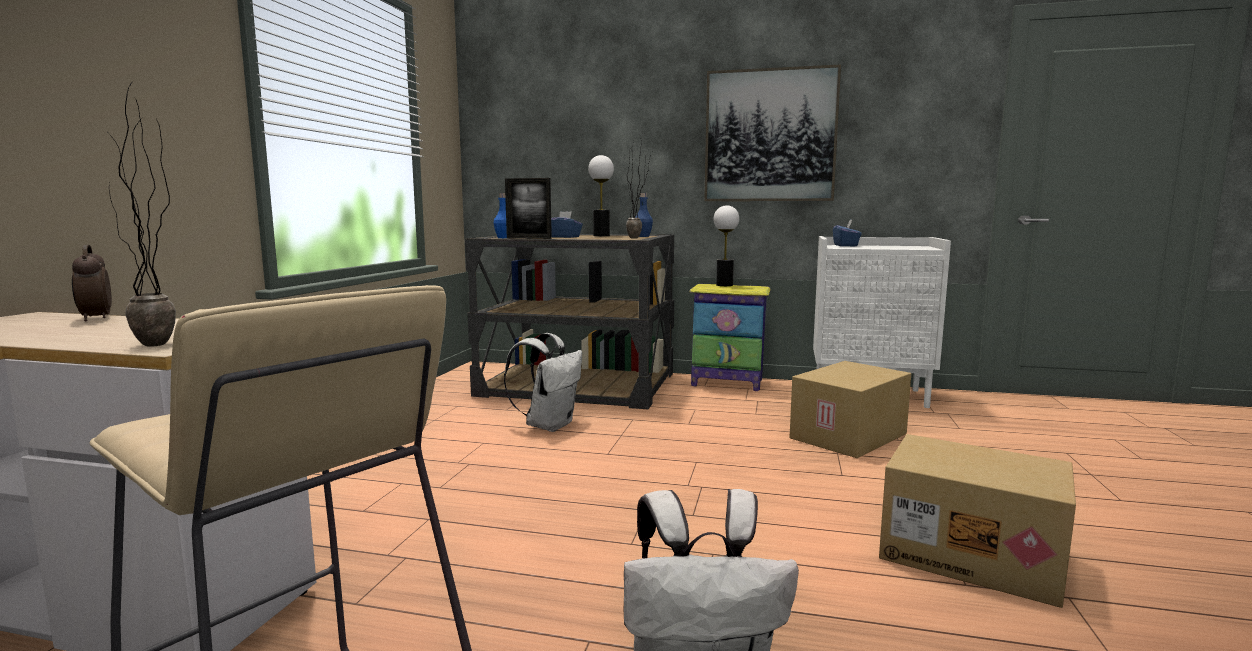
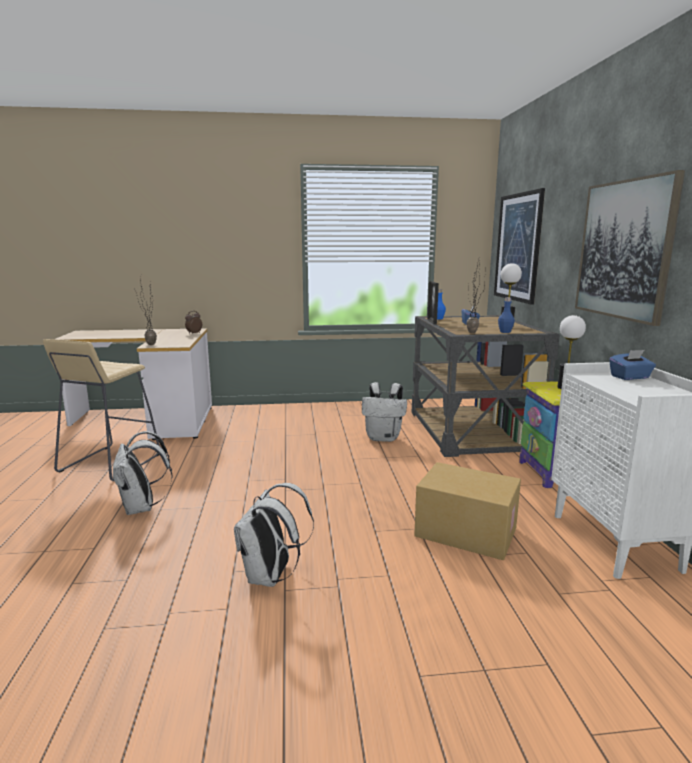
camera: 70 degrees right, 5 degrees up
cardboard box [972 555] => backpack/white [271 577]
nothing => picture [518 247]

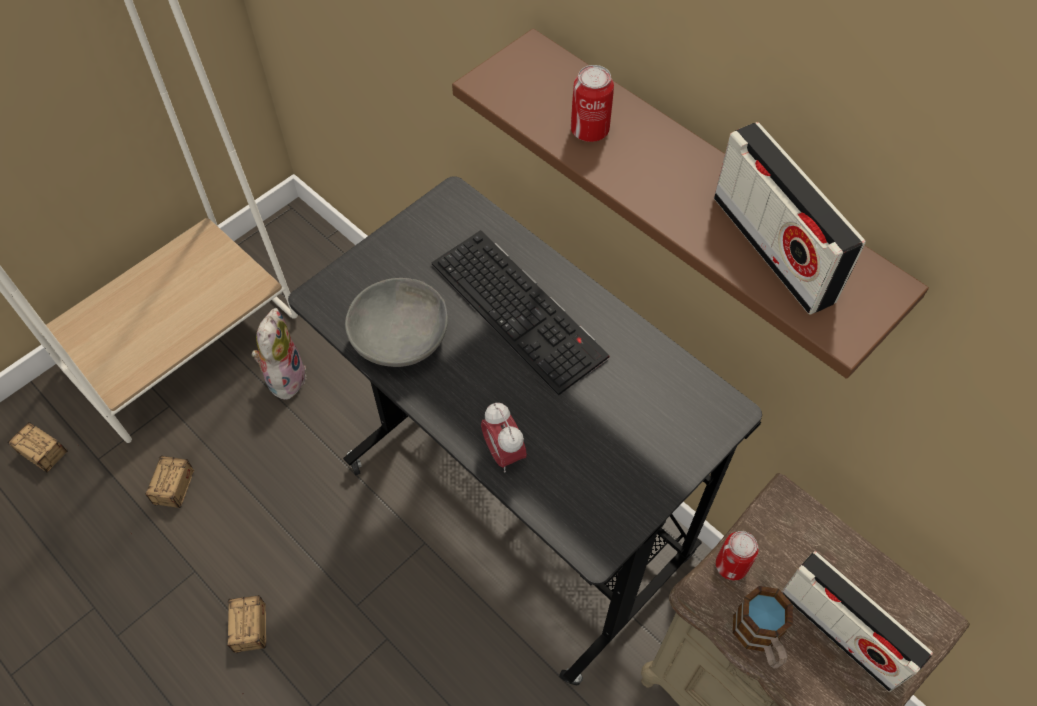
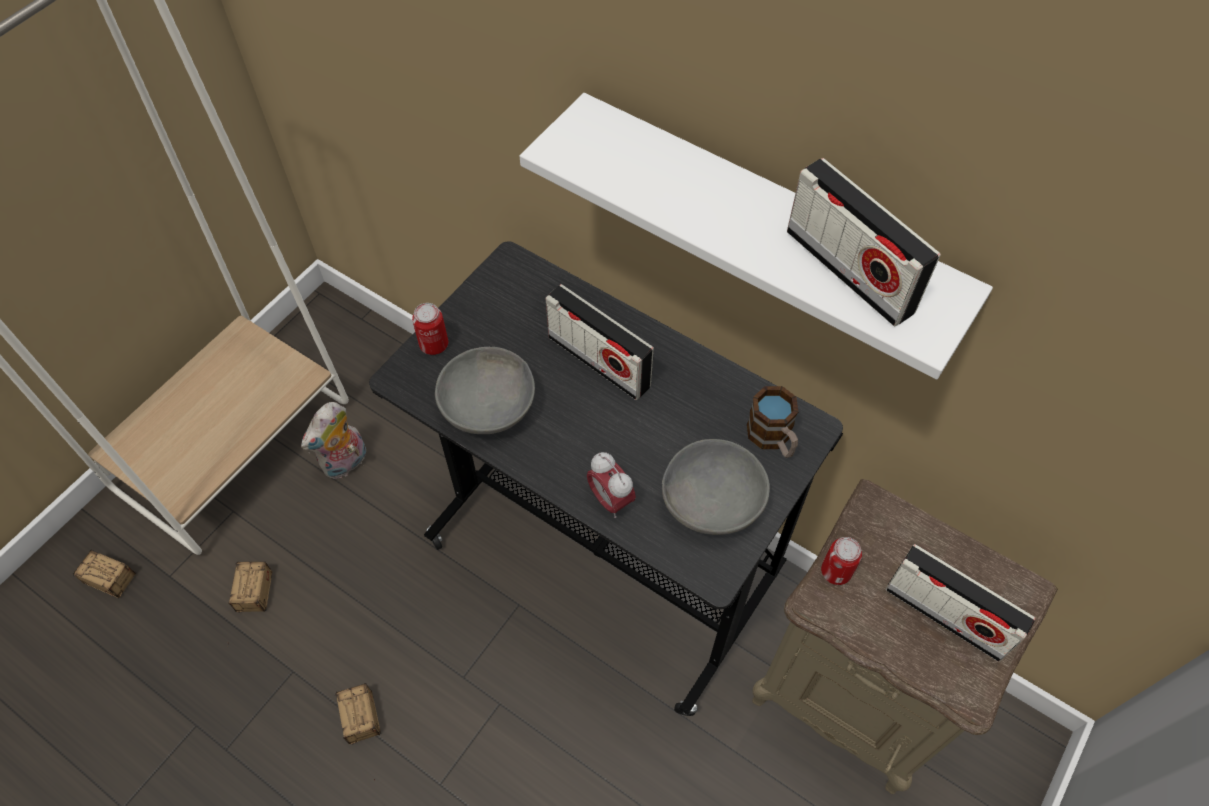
camera: 10 degrees left, 0 degrees up
shelf/brown [701 192] => shelf/white [765 227]
can [589 130] => can [434 344], moved
keyboard [521 310] => radio [599 361]
plush toy [284 376] => plush toy [346 463], 135 degrees counterclockwise
mug [760 638] => mug [773 439], moved
nothing => bowl/grey [712 500]

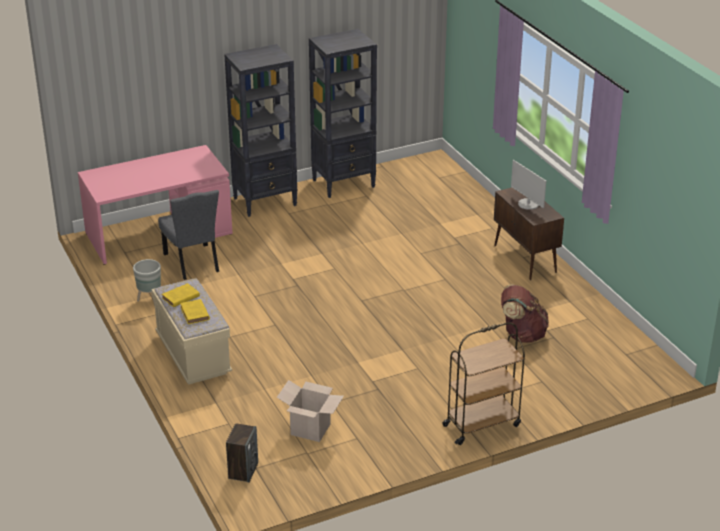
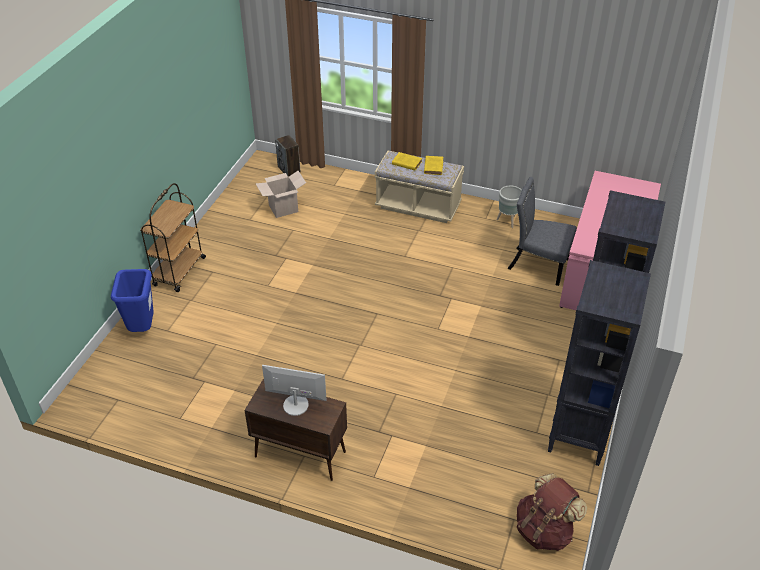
camera: 135 degrees right, 10 degrees up
backpack/brown [521 335] => backpack/brown [544 530], moved
nothing => trash can/blue [142 328]

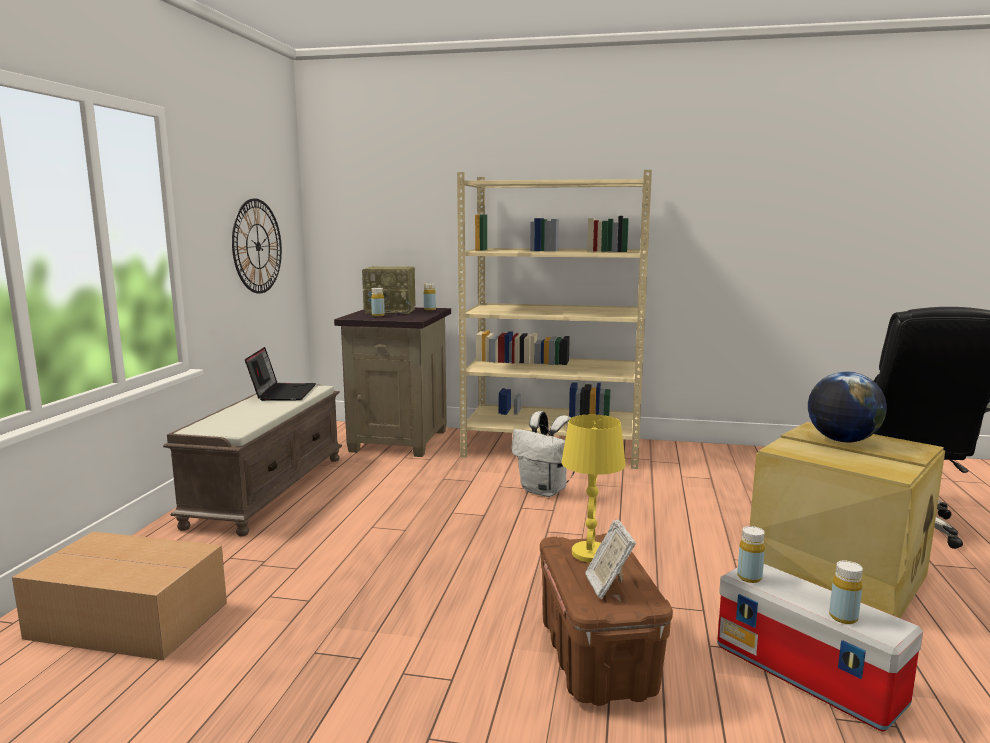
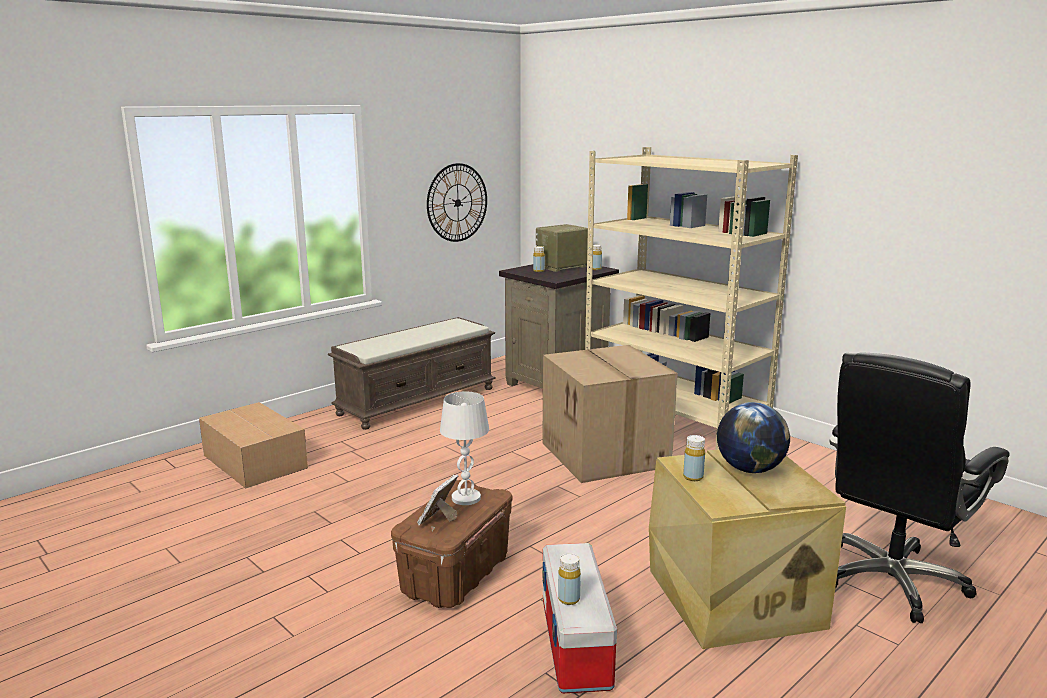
camera: 35 degrees right, 5 degrees up
radio [391 311] => radio [561 267], 105 degrees clockwise
laptop [282 393] => nothing
backpack/white [545 491] => cardboard box [607 455]
table lamp/yellow [590 553] => table lamp/white [466 498]
bottle/yellow [749 577] => bottle/yellow [693 477], moved

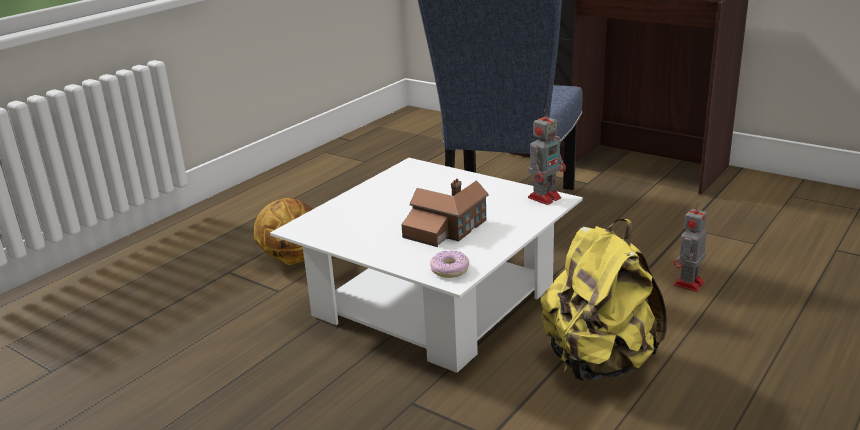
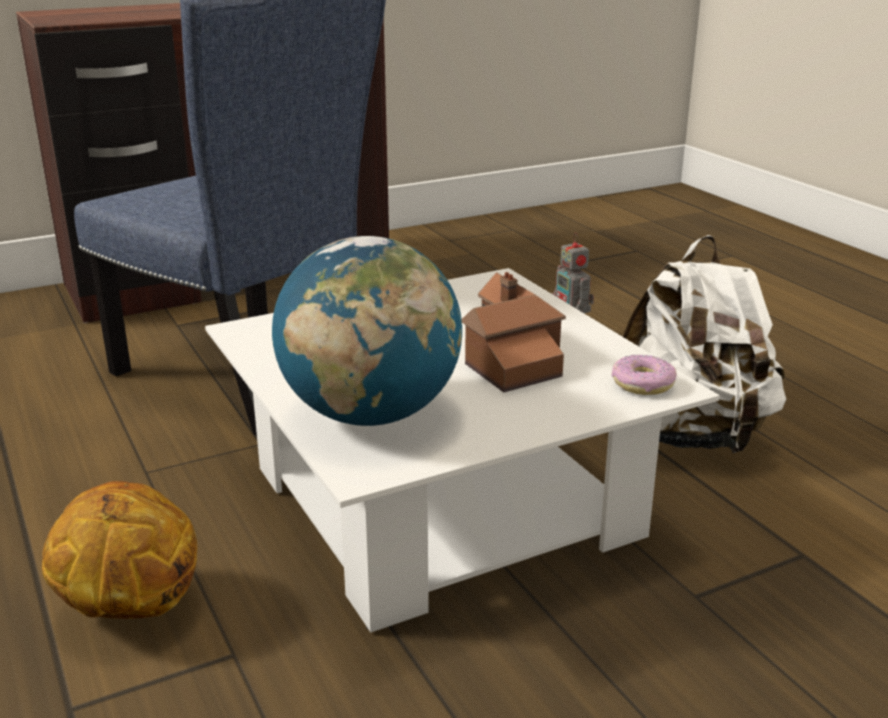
camera: 65 degrees left, 0 degrees up
toy robot [545 197] => nothing
backpack/yellow [599 362] => backpack/white [687 437]
nothing => globe [371 414]

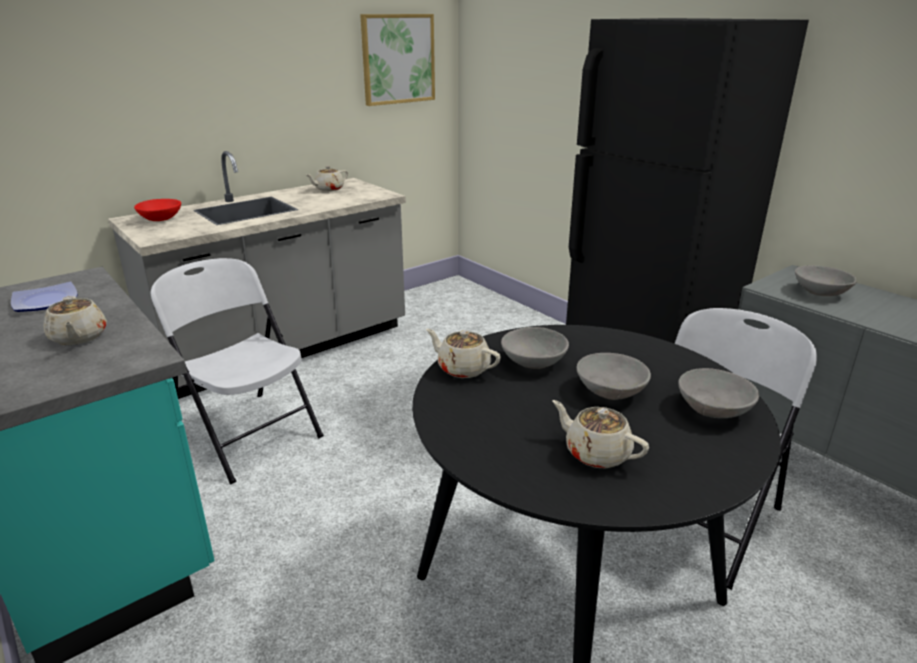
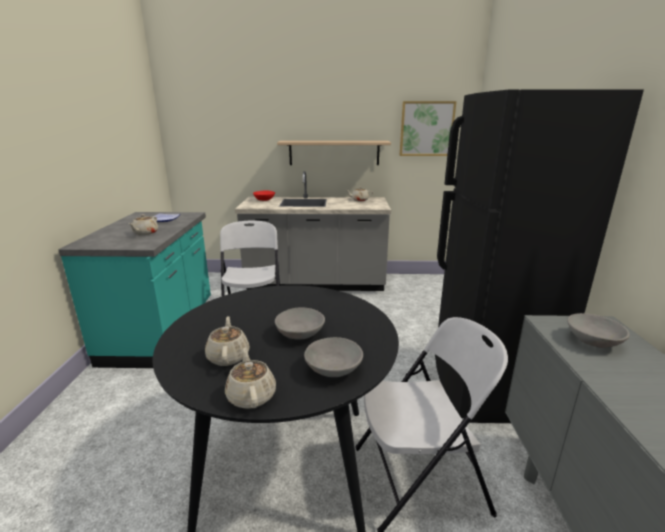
camera: 40 degrees right, 5 degrees down
bowl/grey [534 362] => nothing
teapot/beige [463 368] => teapot/beige [251 395], moved
nothing => shelf [334 153]

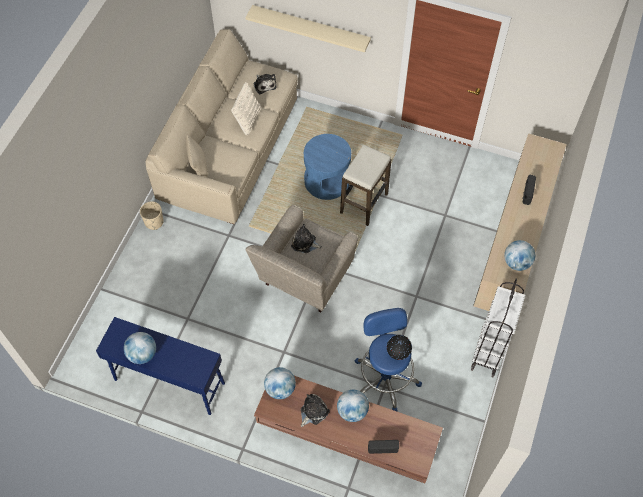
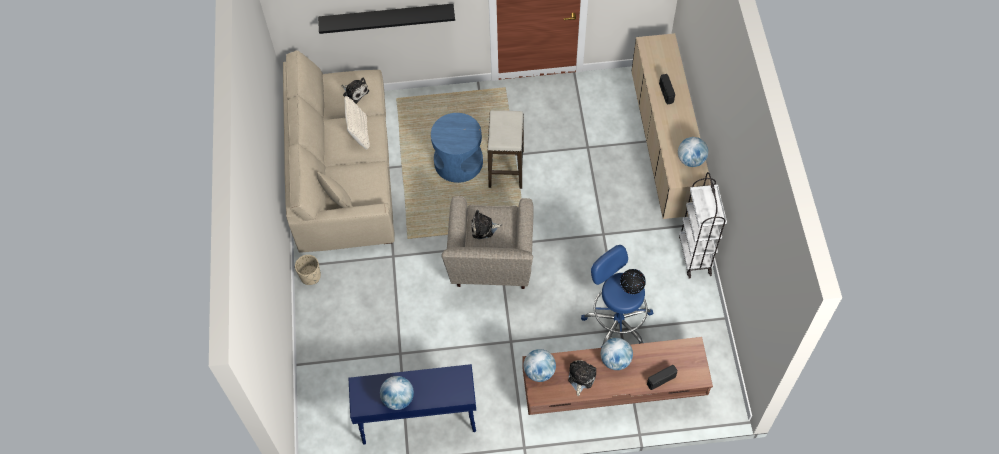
camera: 25 degrees left, 0 degrees up
shelf/beige [311 28] => shelf/black [387 17]

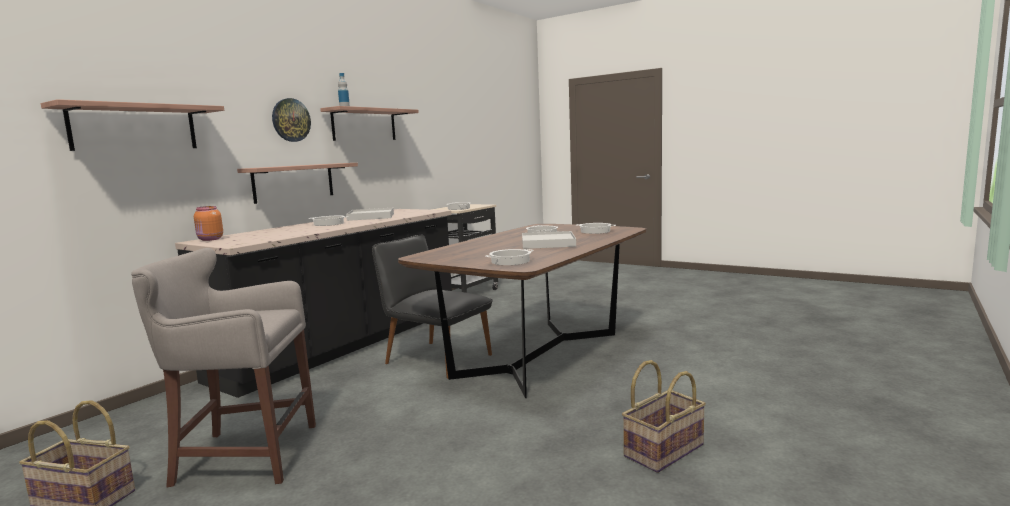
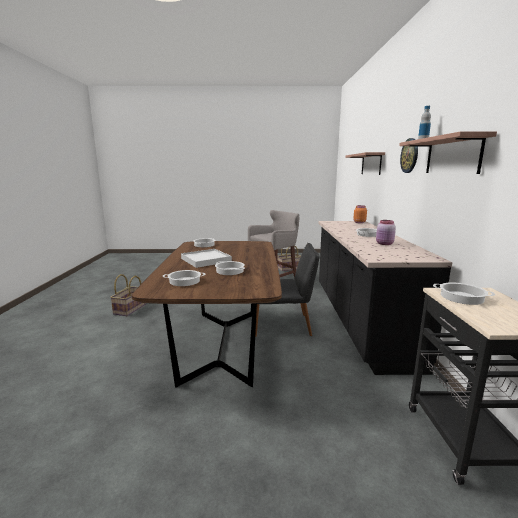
camera: 145 degrees right, 5 degrees up
shelf [294 182] => nothing
tray/white [371 217] => jar/pink [384 244]

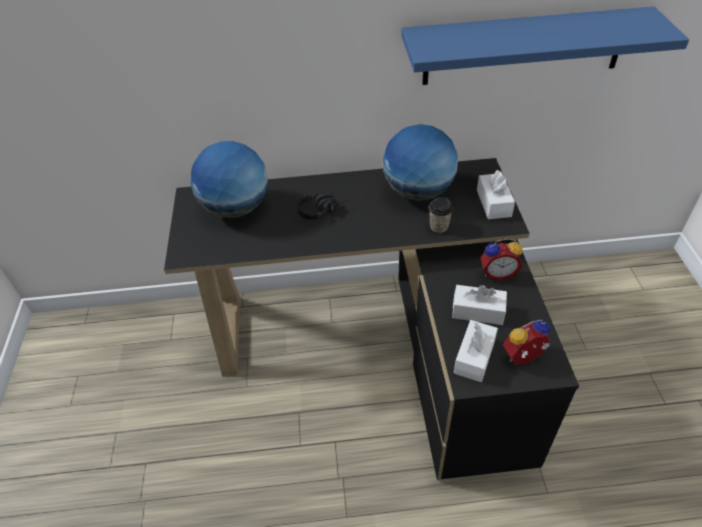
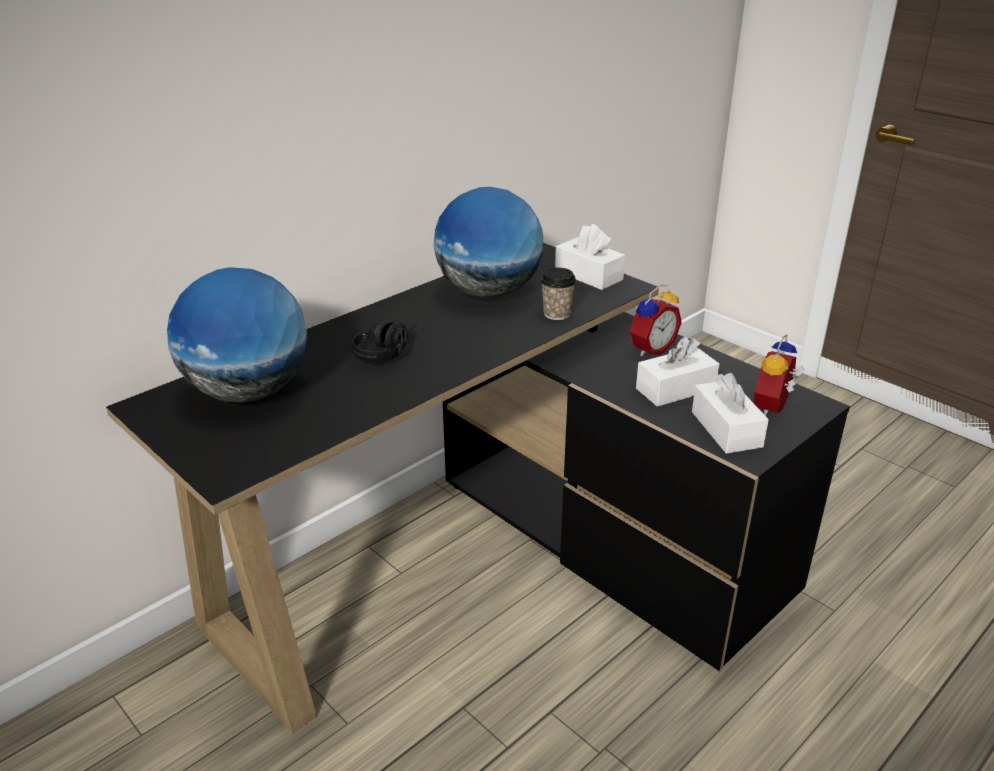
camera: 40 degrees left, 15 degrees down
shelf/blue [523 47] => nothing

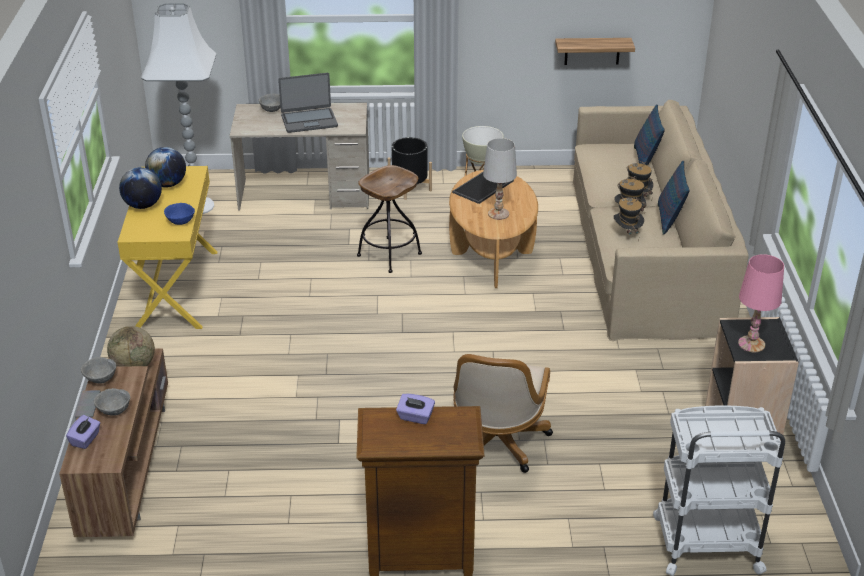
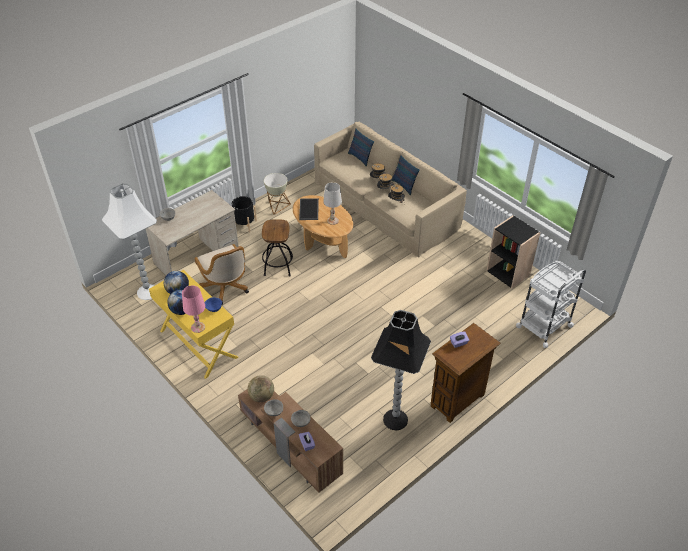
camera: 40 degrees left, 10 degrees up
shelf [592 51] => nothing
laptop [309 121] => nothing
table lamp/pink [751 344] => table lamp/pink [198 327], moved
office chair [497 445] => office chair [226 288], moved
nothing => floor lamp/black [395 420]

